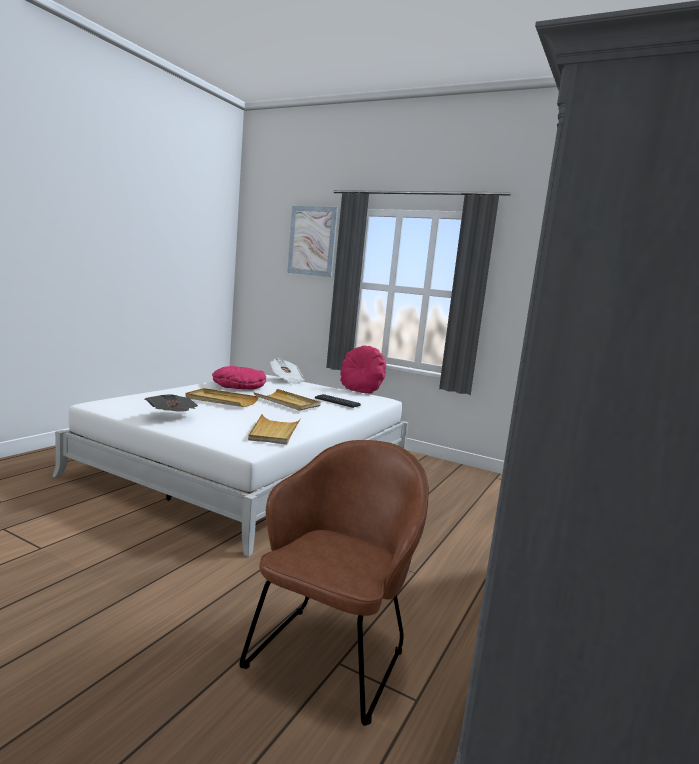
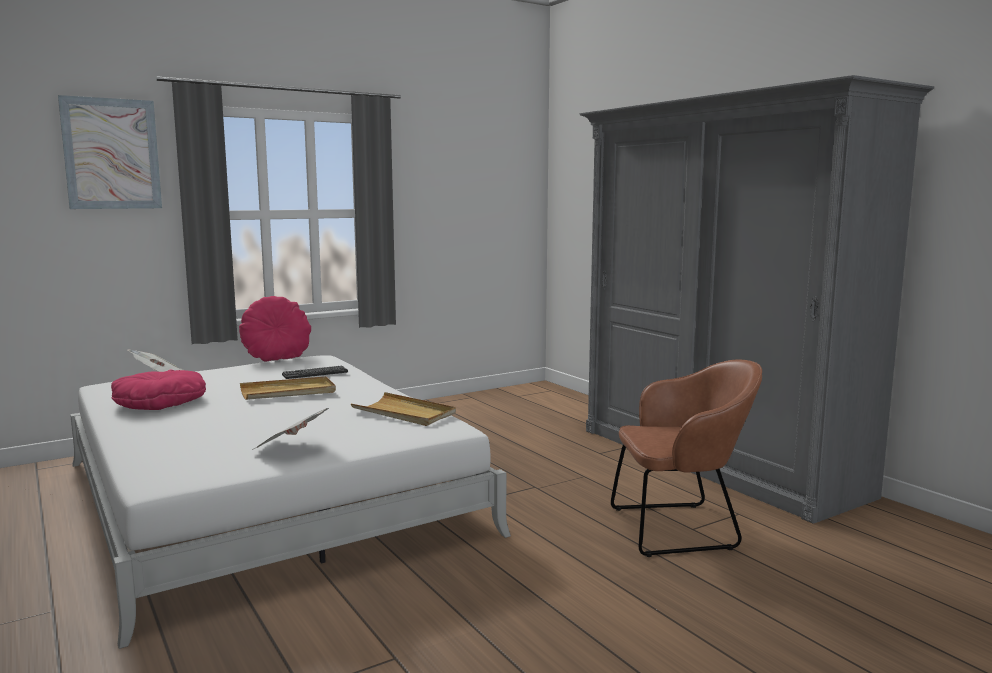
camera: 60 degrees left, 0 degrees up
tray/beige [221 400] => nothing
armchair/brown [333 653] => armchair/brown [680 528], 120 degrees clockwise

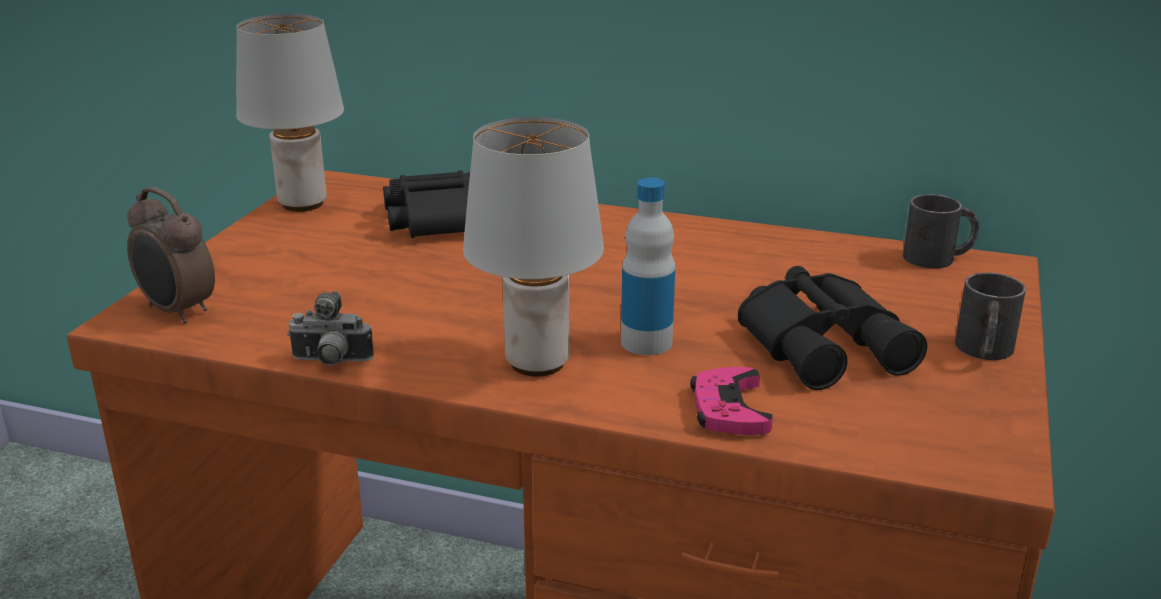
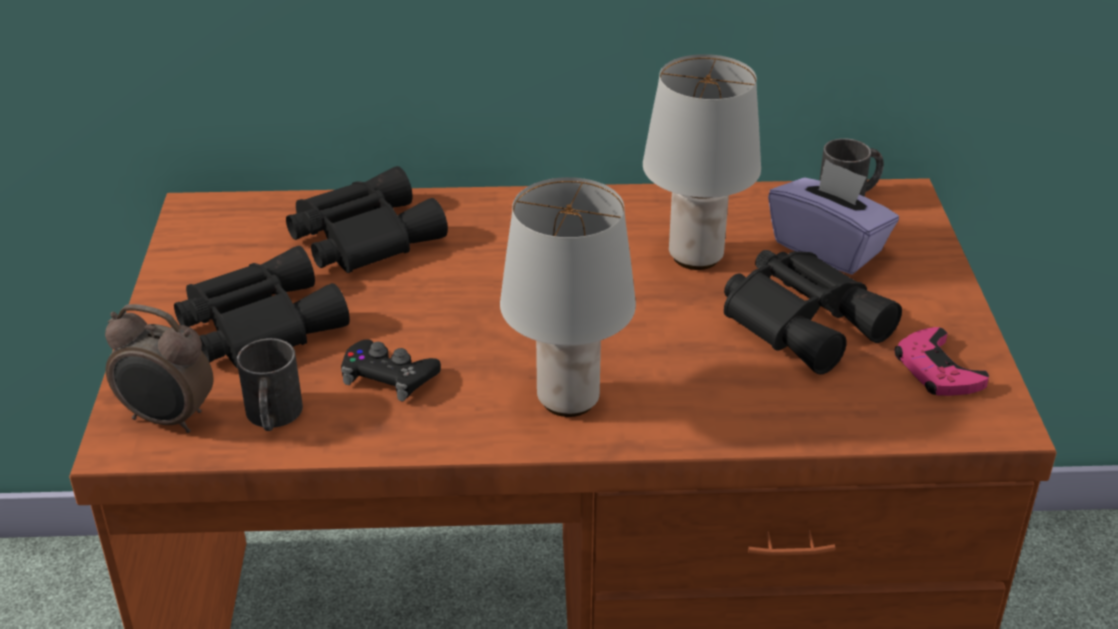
camera: 20 degrees left, 10 degrees up
table lamp/grey [303 204] => table lamp/grey [697 257], moved
bottle [646 342] => nothing
mug/black [984 352] => mug/black [273 417], moved
photo camera [331 362] => nothing
game controller/pink [729 409] => game controller/pink [937 370], moved
nothing => tissue box/purple [828 248]
nothing => binoculars/black [257 324]
nothing => game controller/black [389 377]

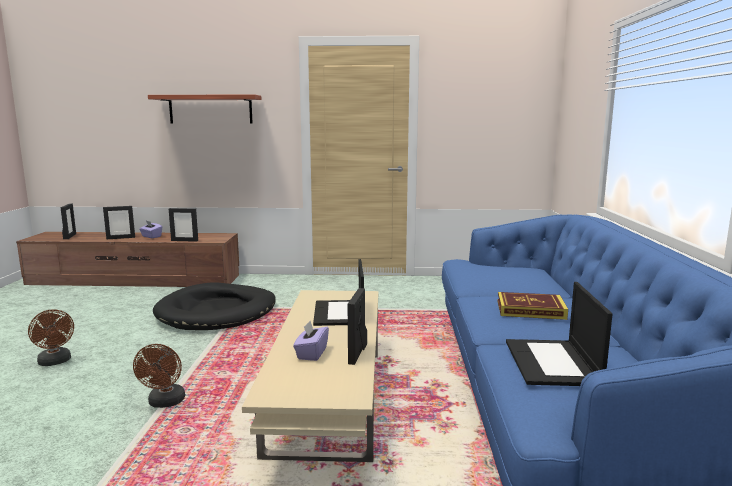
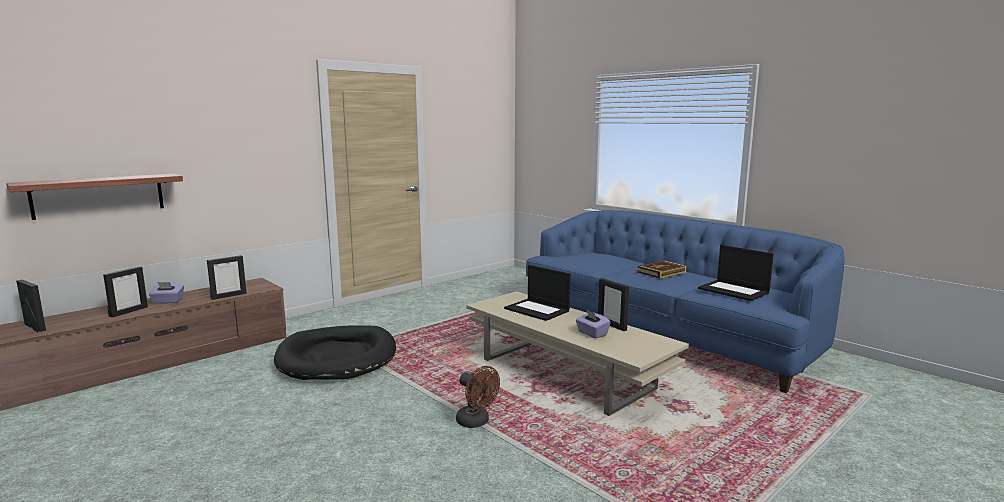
camera: 45 degrees left, 0 degrees up
shelf [210 109] => shelf [99 195], moved
fan/brown [55 362] => nothing

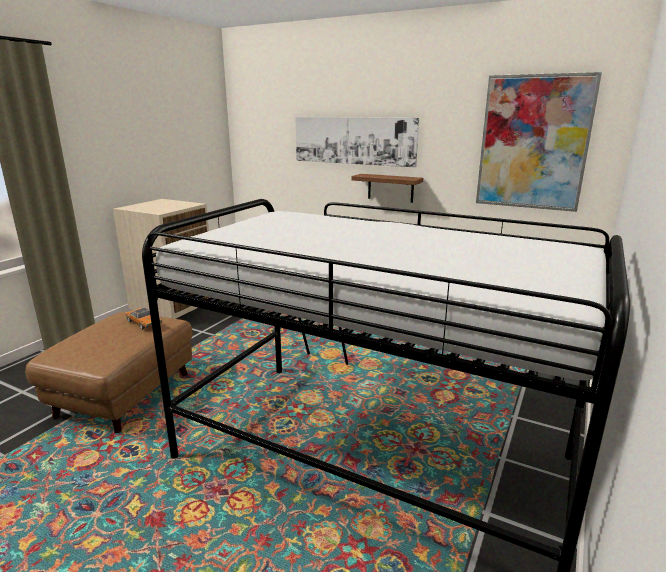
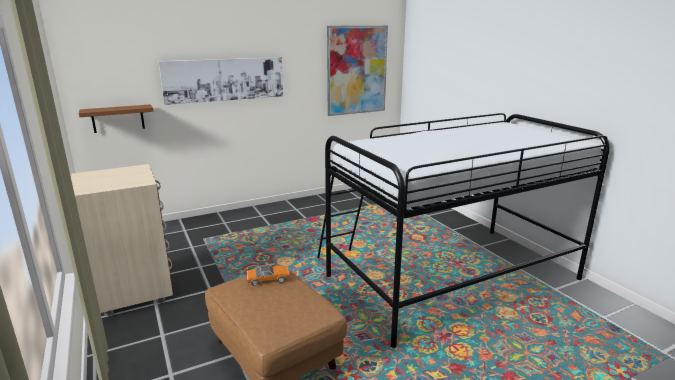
camera: 55 degrees left, 0 degrees up
shelf/brown [390 188] => shelf/brown [118 118], moved

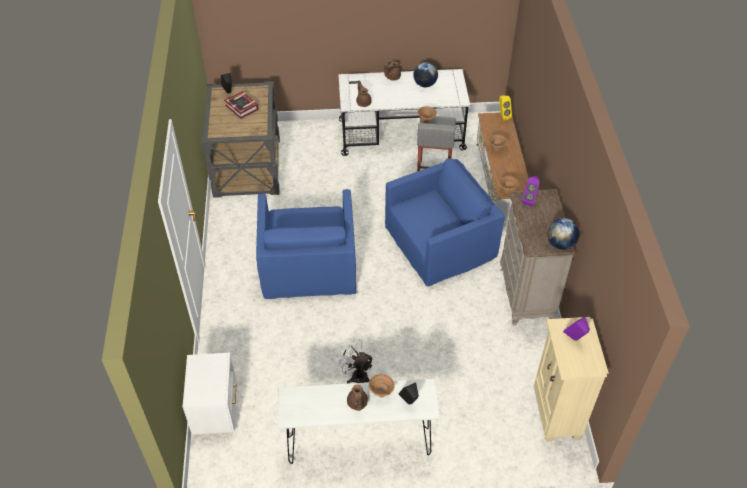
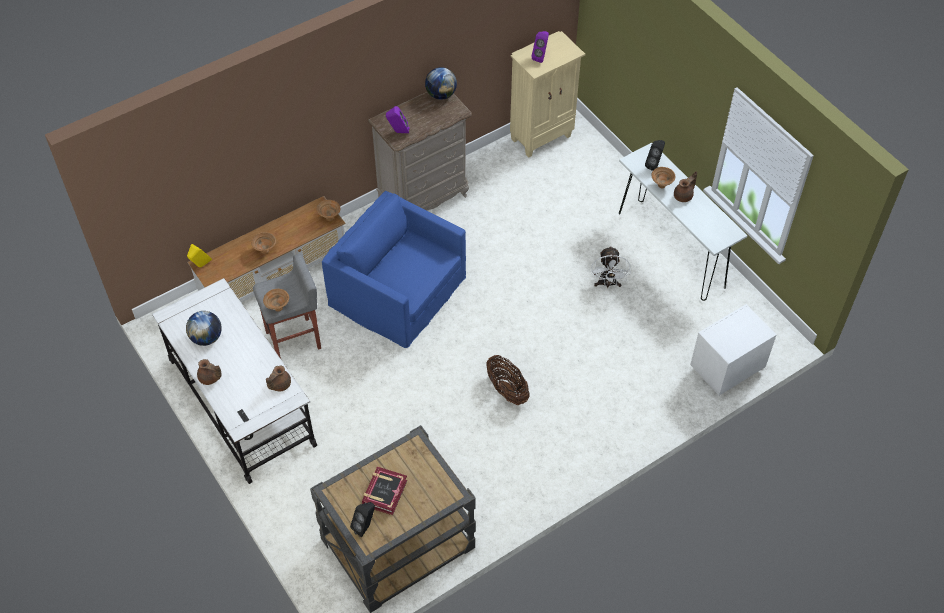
camera: 120 degrees left, 5 degrees up
armchair/blue [308 263] => basket [507 390]

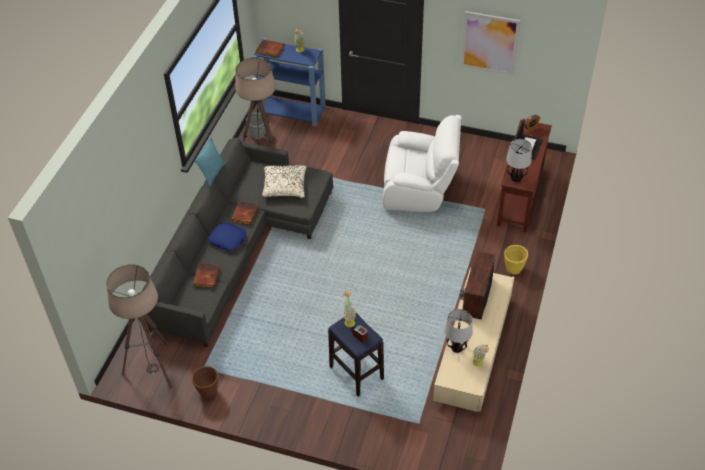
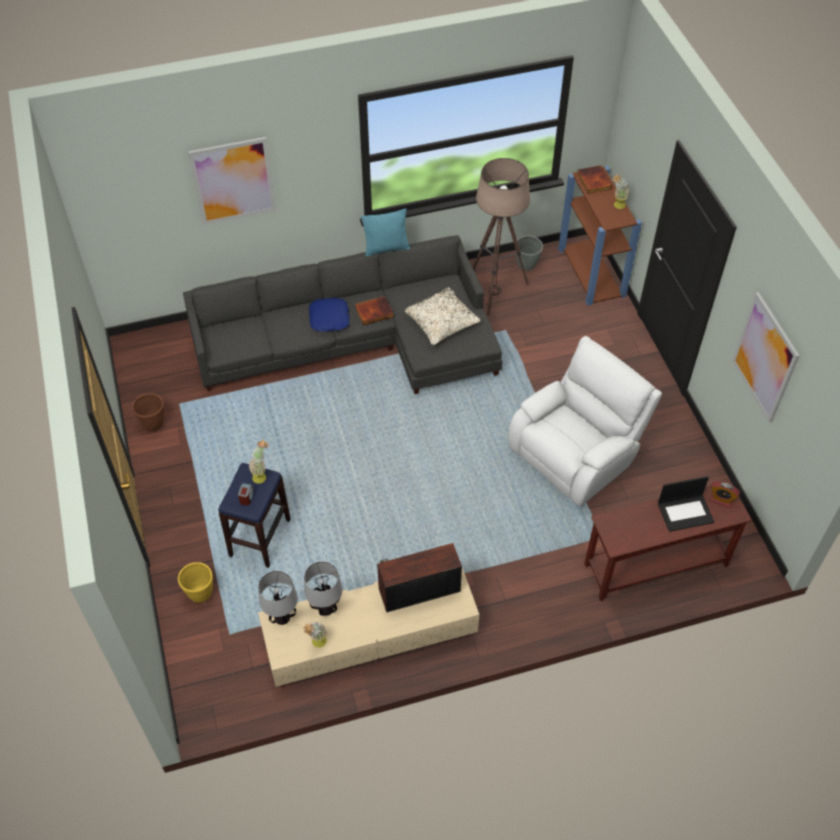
camera: 55 degrees right, 5 degrees up
bookcase/blue [292 111] => bookcase/brown [591 273]
armchair/white [420 189] => armchair/white [575 454], 105 degrees counterclockwise
table lamp [516 178] => table lamp [282 618], moved
planter/yellow [513 269] => planter/yellow [200 594], moved
book [206 276] => nothing
floor lamp [153 368] => nothing
nothing => picture [233 180]

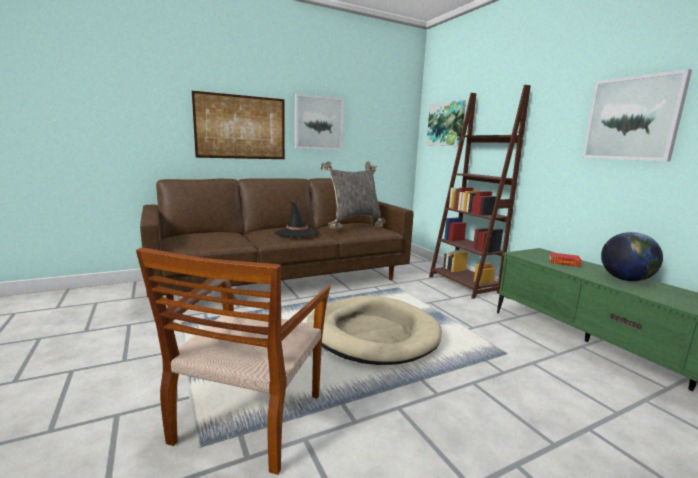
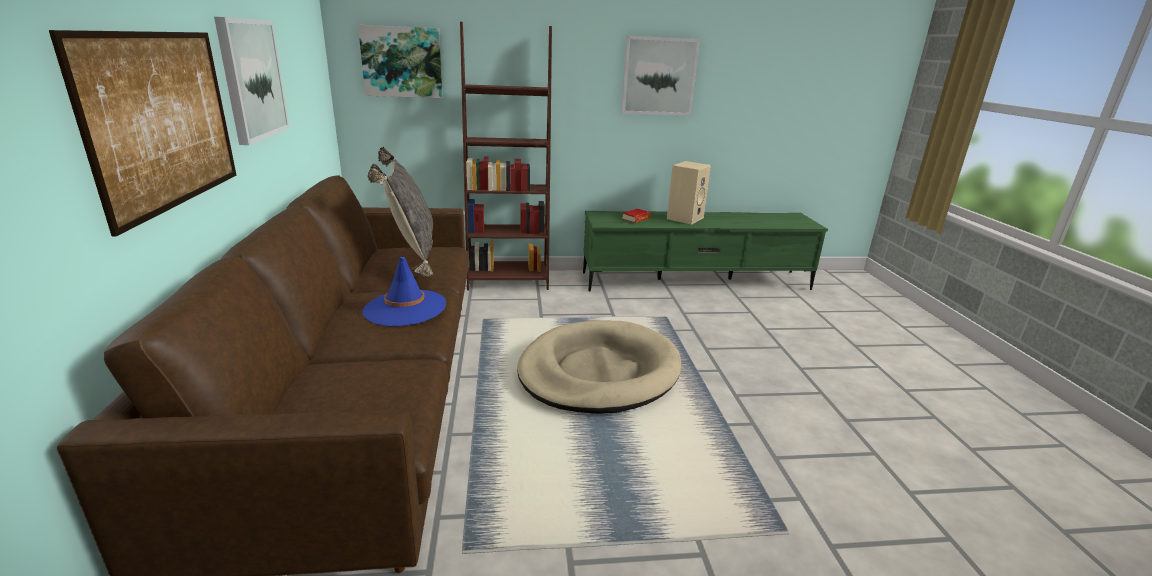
camera: 70 degrees left, 10 degrees up
hat/black [296 233] => hat/blue [405 308]
globe [625 279] => speaker/beige [684 218]
armchair/brown [249 420] => nothing

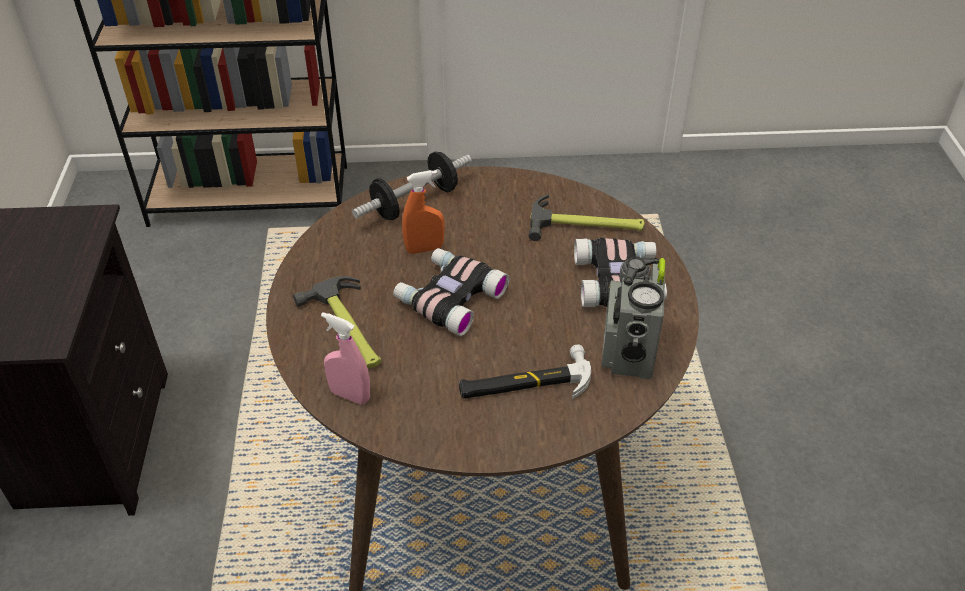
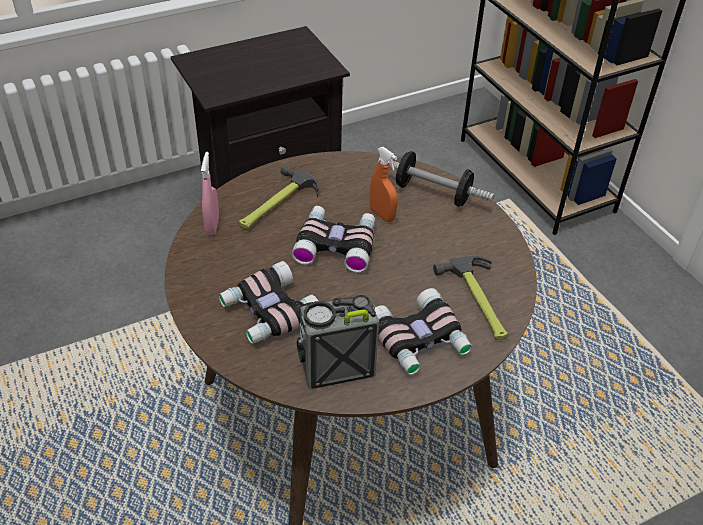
camera: 65 degrees right, 0 degrees up
hammer [525 383] => binoculars [268 312]

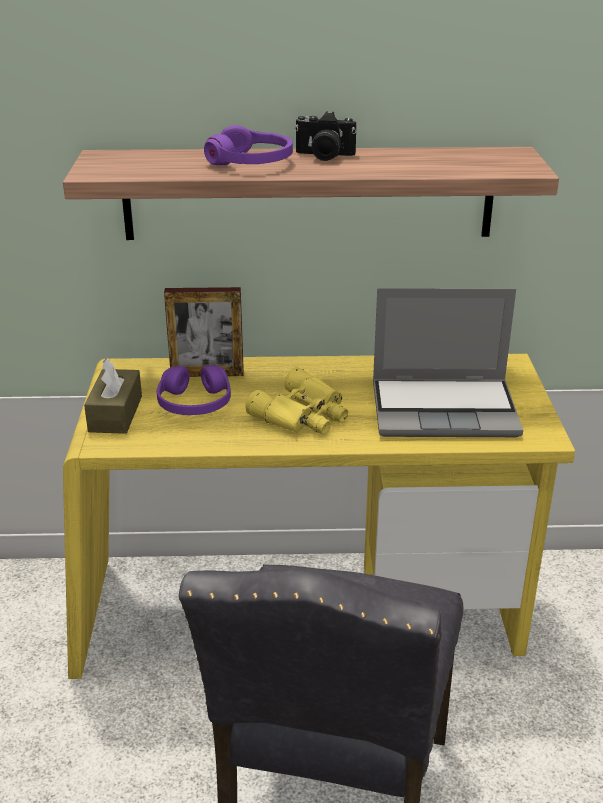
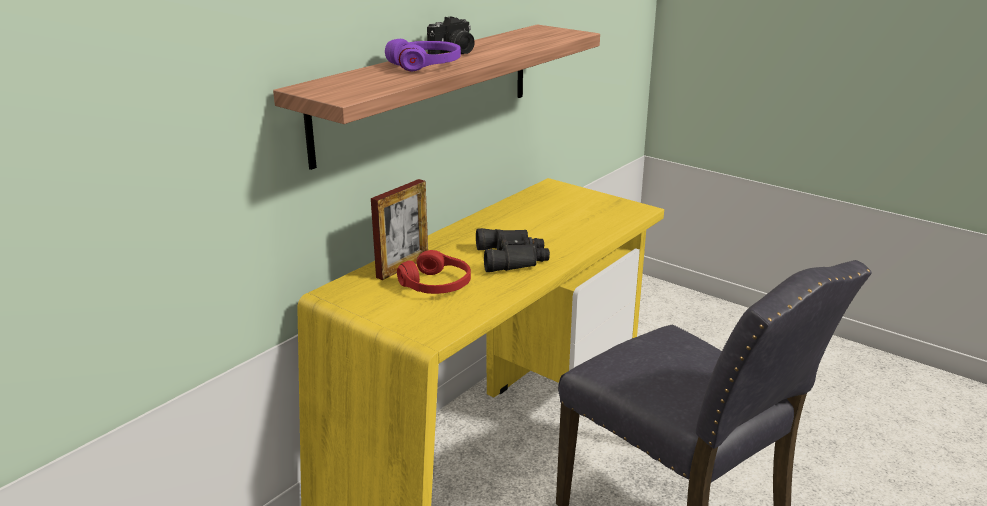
camera: 50 degrees left, 5 degrees down
laptop [445 409] => nothing
tissue box/brown [115 414] => nothing
headphones/purple [194 403] => headphones/red [436 285]
binoculars/yellow [304 415] => binoculars/black [513 257]

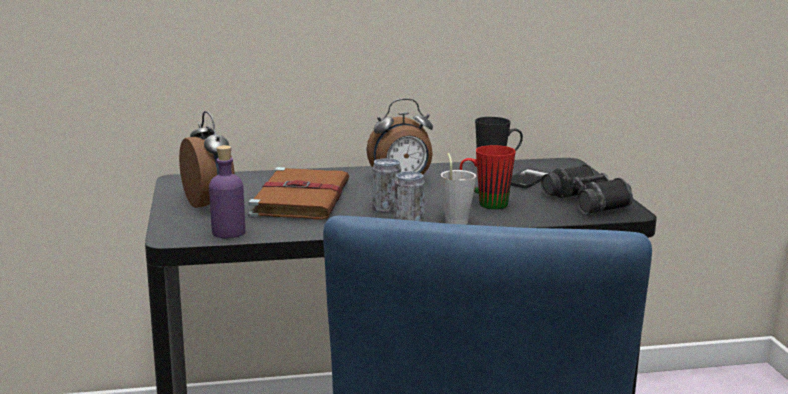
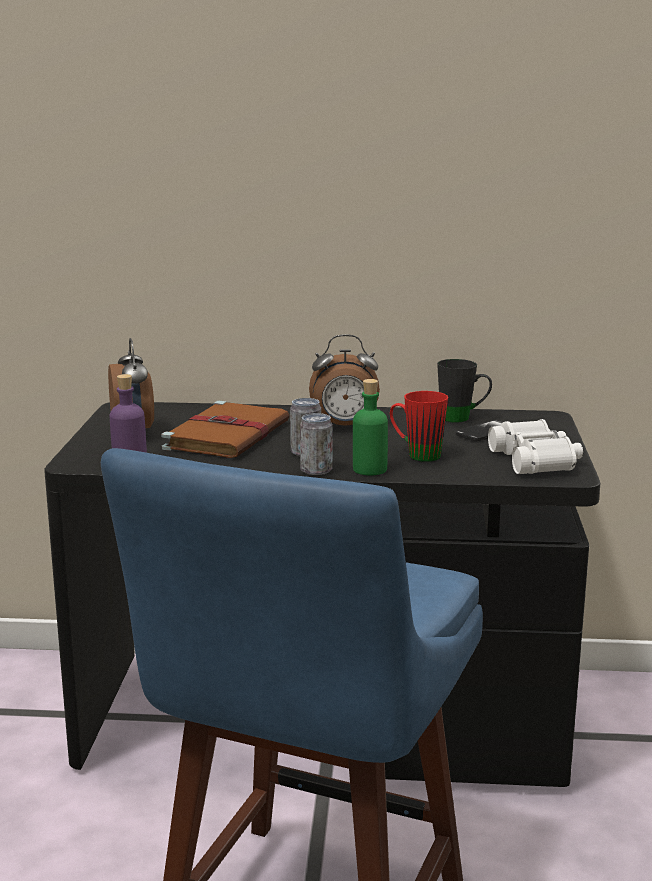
camera: 15 degrees right, 0 degrees up
cup/grey [455 220] => bottle/green [369 469]
binoculars/black [589 201] => binoculars/white [536 460]

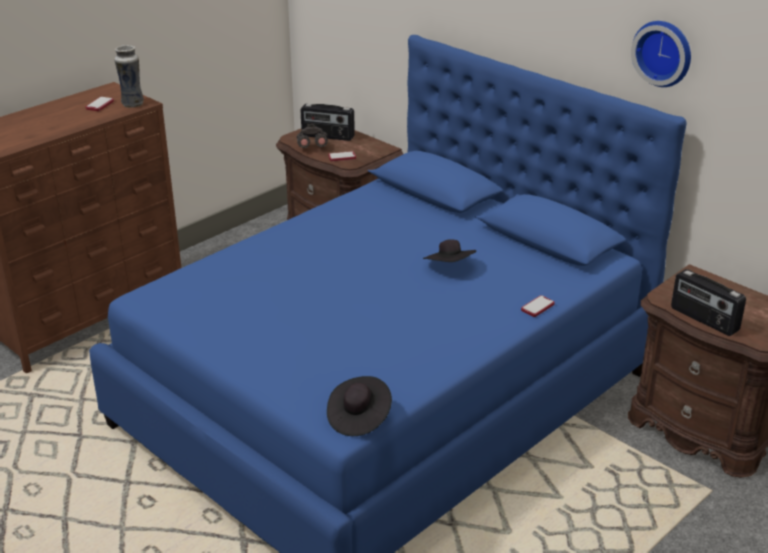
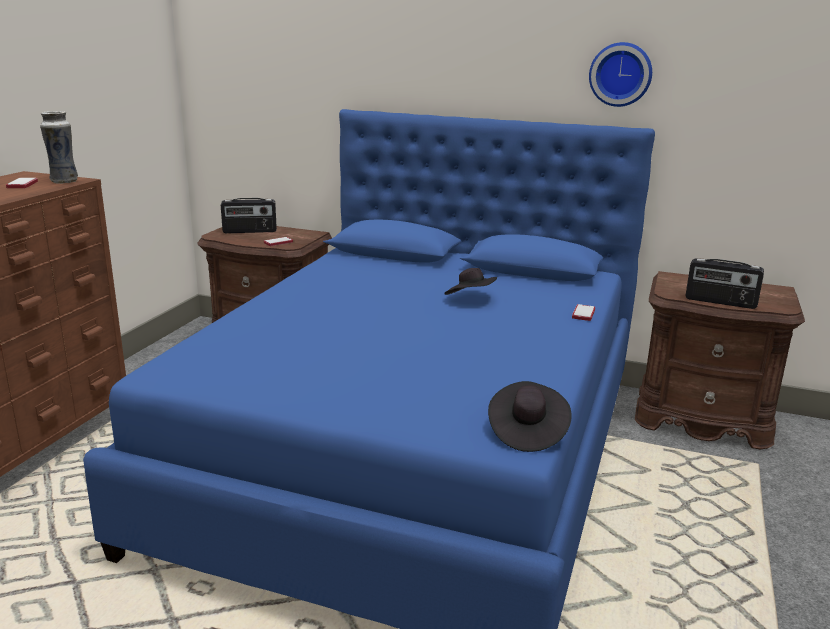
camera: 25 degrees left, 10 degrees down
binoculars/grey [311 147] => nothing

